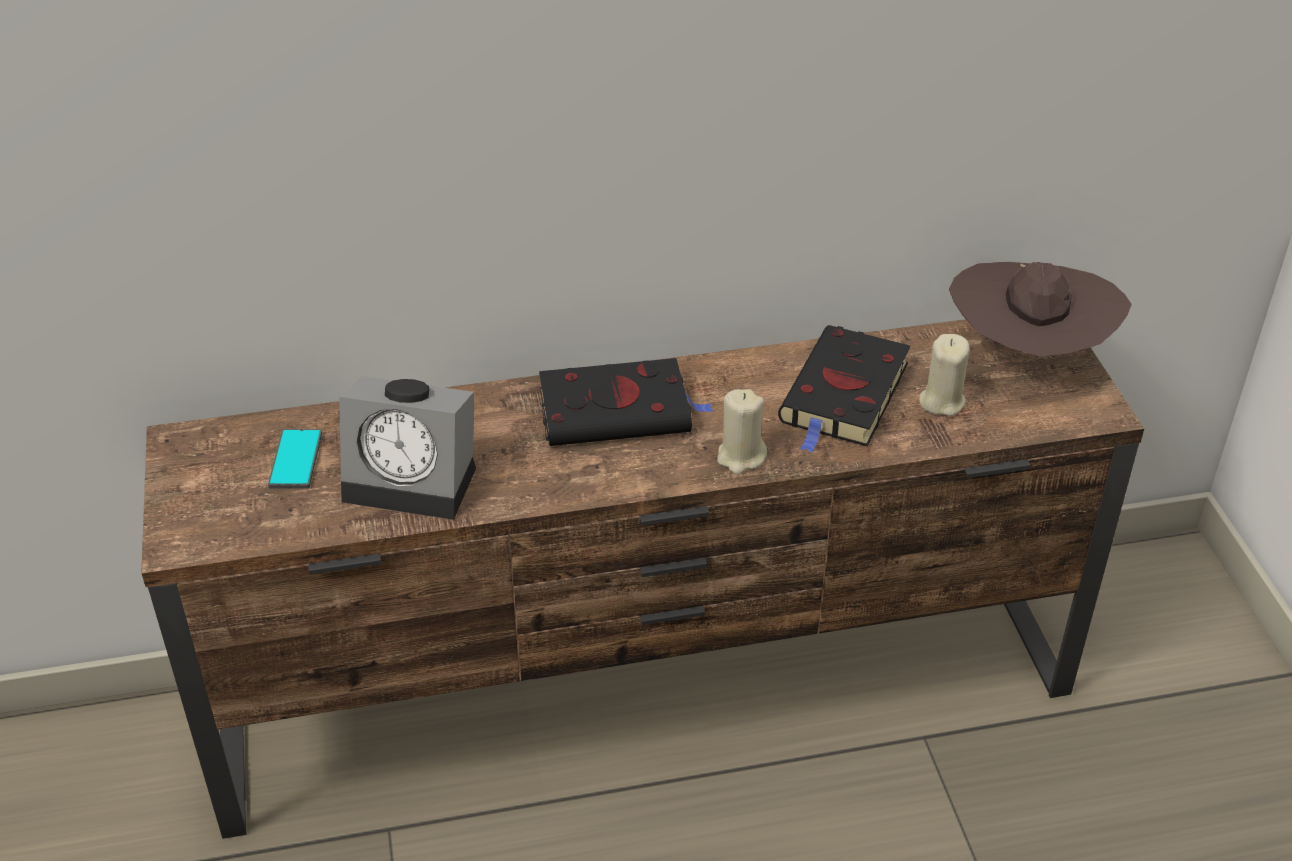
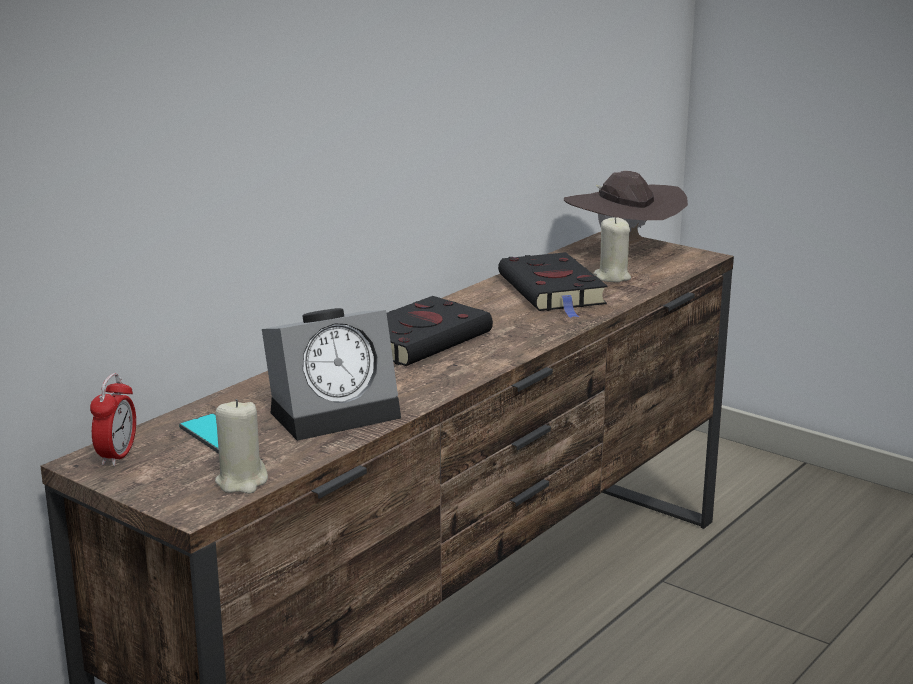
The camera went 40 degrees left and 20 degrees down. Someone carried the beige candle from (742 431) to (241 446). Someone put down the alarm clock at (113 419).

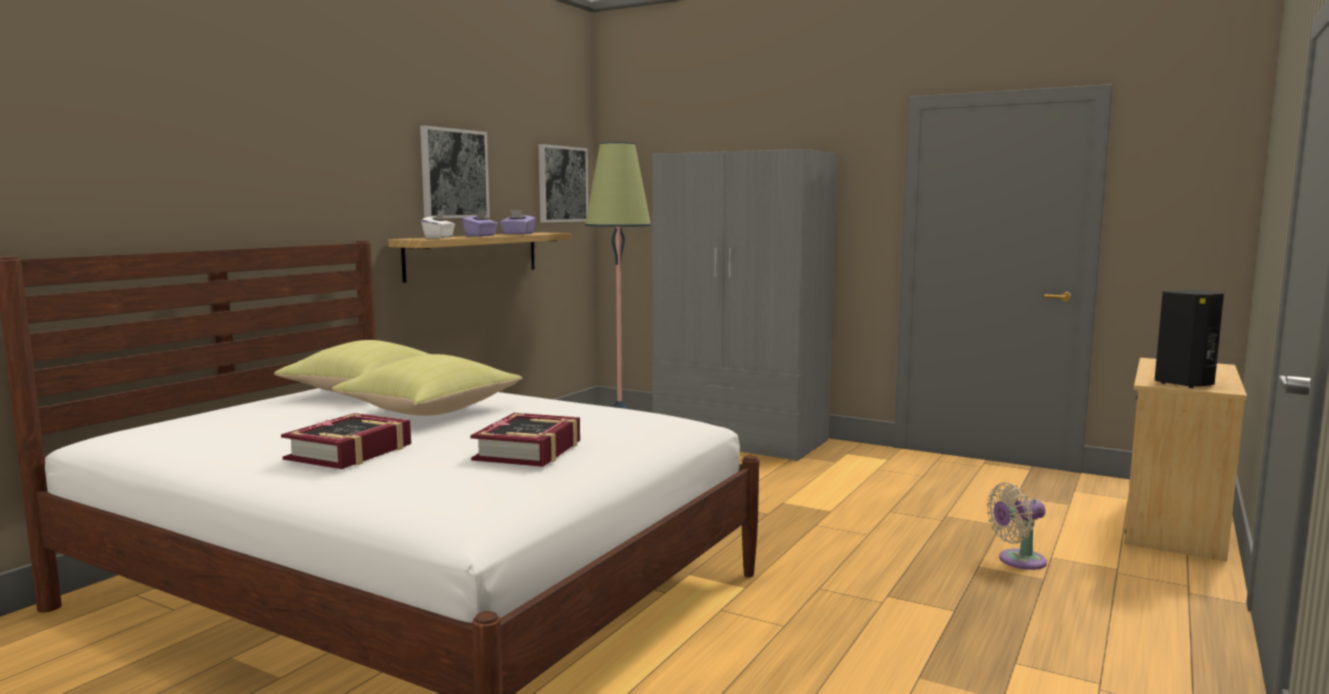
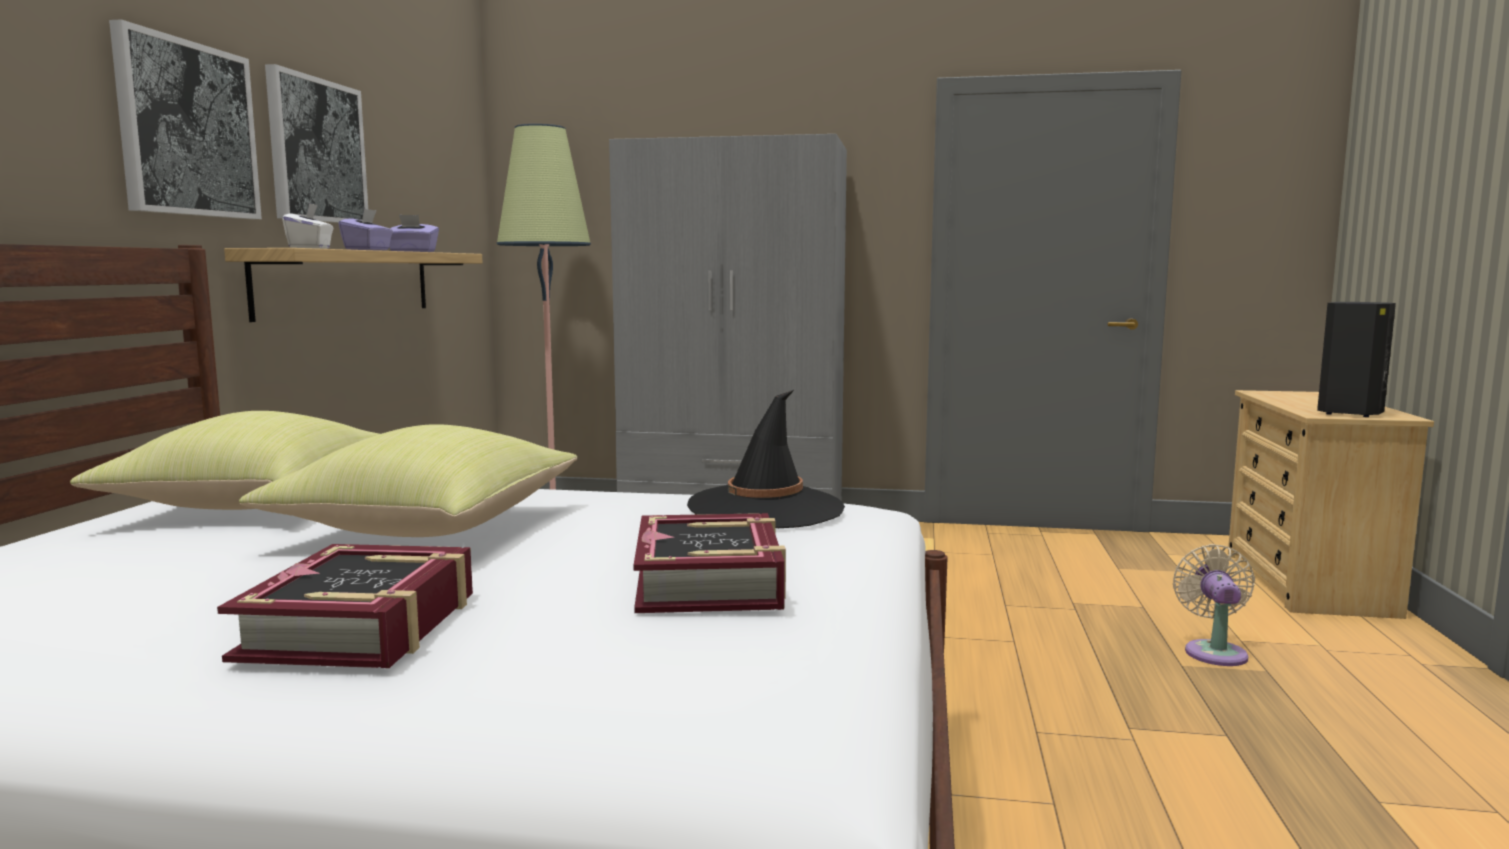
The camera went 20 degrees left and 0 degrees up. Someone carried the picture from (563 183) to (185 119). Someone rotated the beige fan at (1017 526) by 135 degrees clockwise. Someone put down the black hat at (766 459).

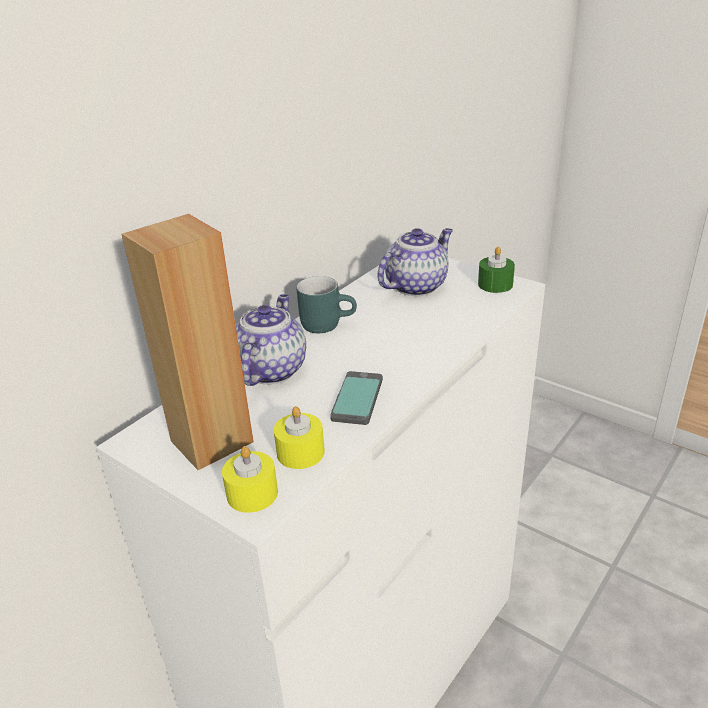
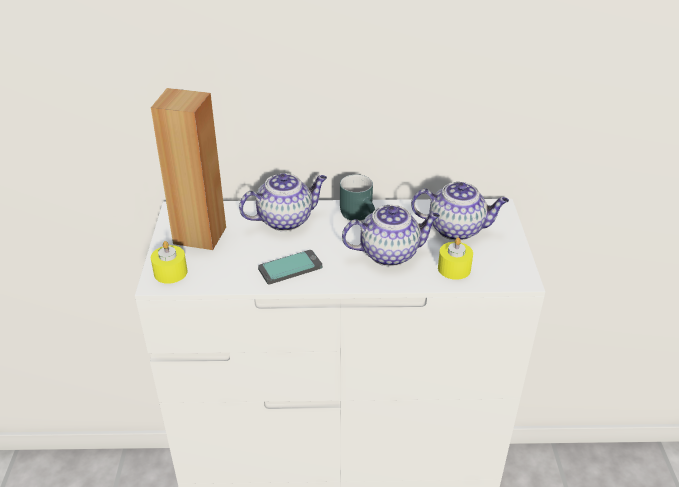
The camera went 50 degrees right and 5 degrees up. Someone took away the green candle at (496 269). Someone carried the yellow candle from (299 437) to (455 258). Someone put down the teapot at (391 235).

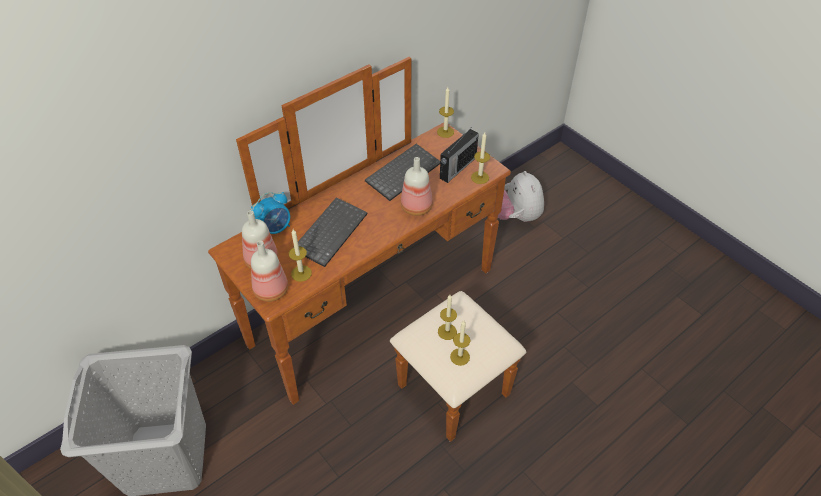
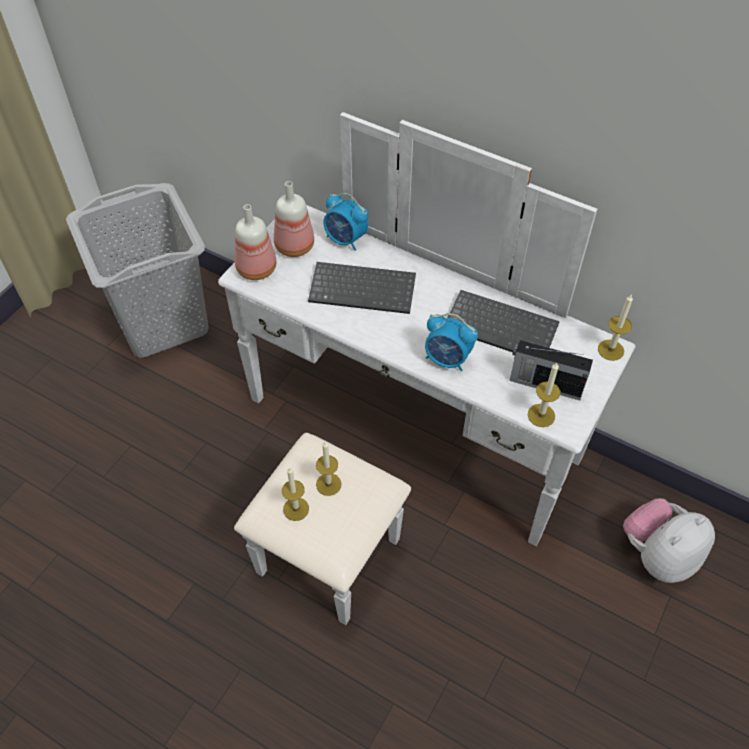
The camera went 70 degrees right and 5 degrees up. Someone repainted the brown dresser at (367 249), which became the white dresser at (426 368). Someone swapped the bottle at (417 186) for the alarm clock at (451 342). Someone took away the candle at (300 255).

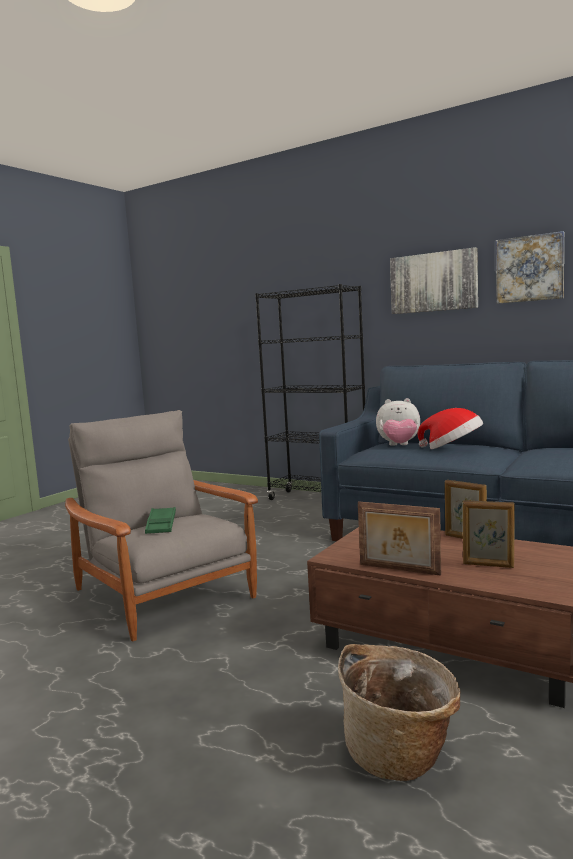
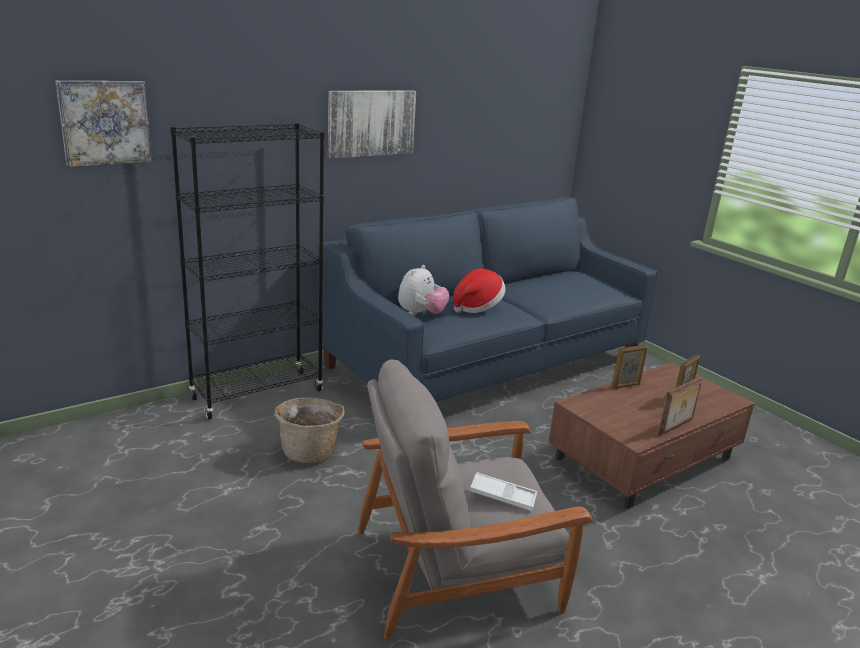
The camera went 70 degrees left and 15 degrees up. Someone carried the picture from (530 267) to (104 124). Someone repainted the green tray at (160 520), which became the white tray at (503 491). Someone carried the basket from (399 712) to (309 430).

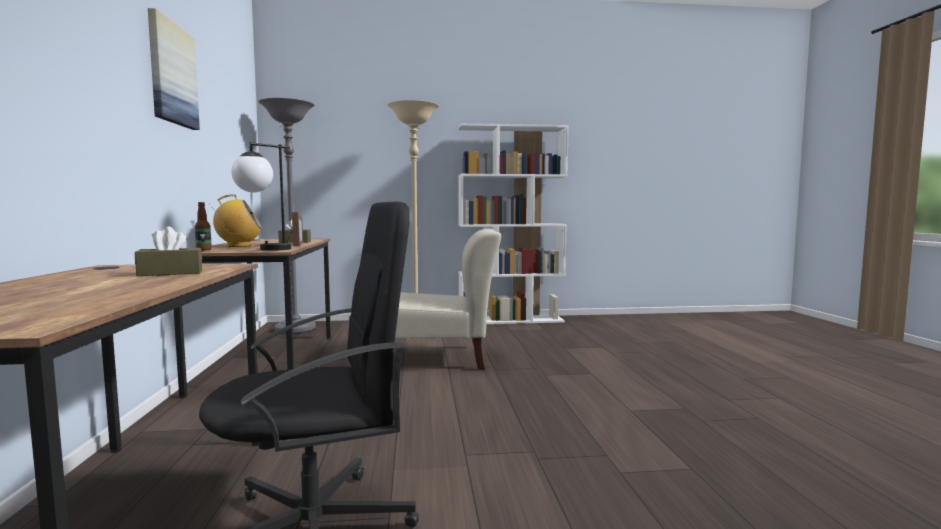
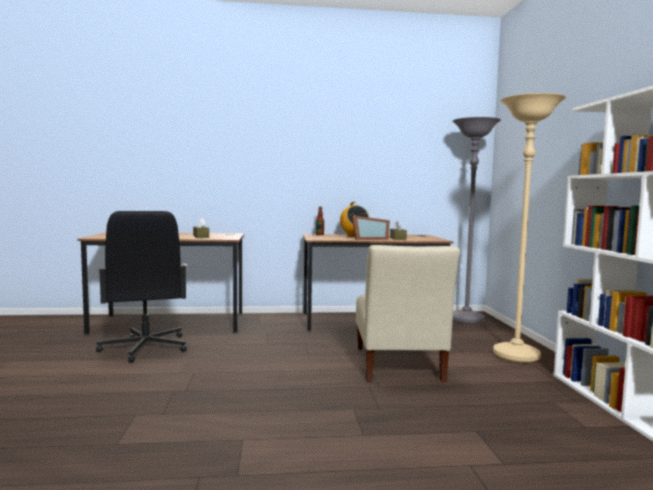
The camera went 90 degrees right and 0 degrees up. Someone took away the picture at (174 69). Someone took away the table lamp at (261 196).

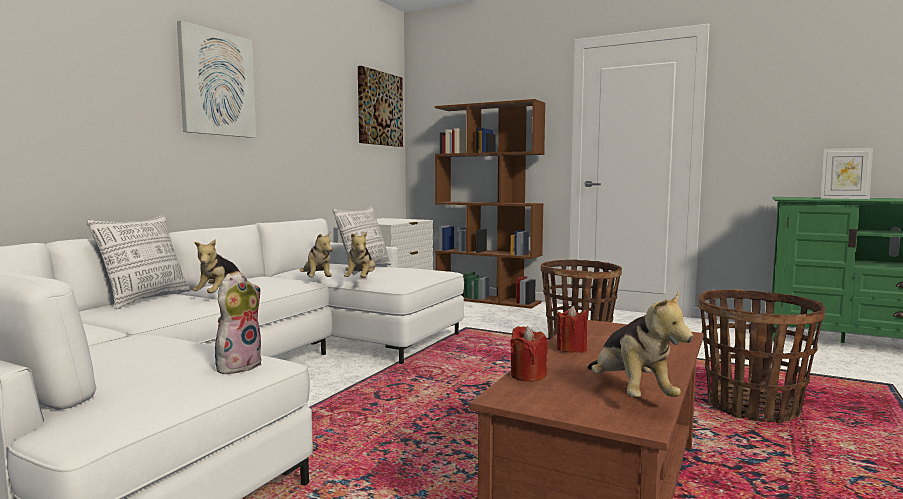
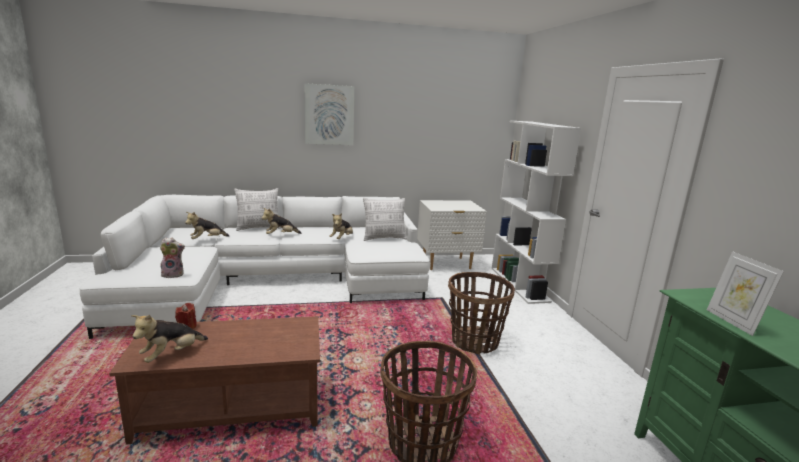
The camera went 50 degrees right and 10 degrees up. Someone took away the picture at (380 106). Someone repainted the brown bookcase at (490 204), which became the white bookcase at (536 212). Someone carried the plush toy from (359 254) to (207 225). Someone took away the red candle at (572 329).

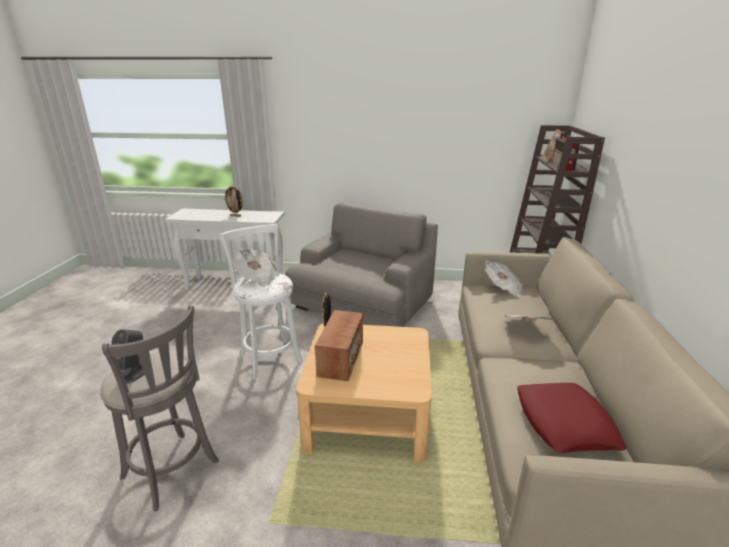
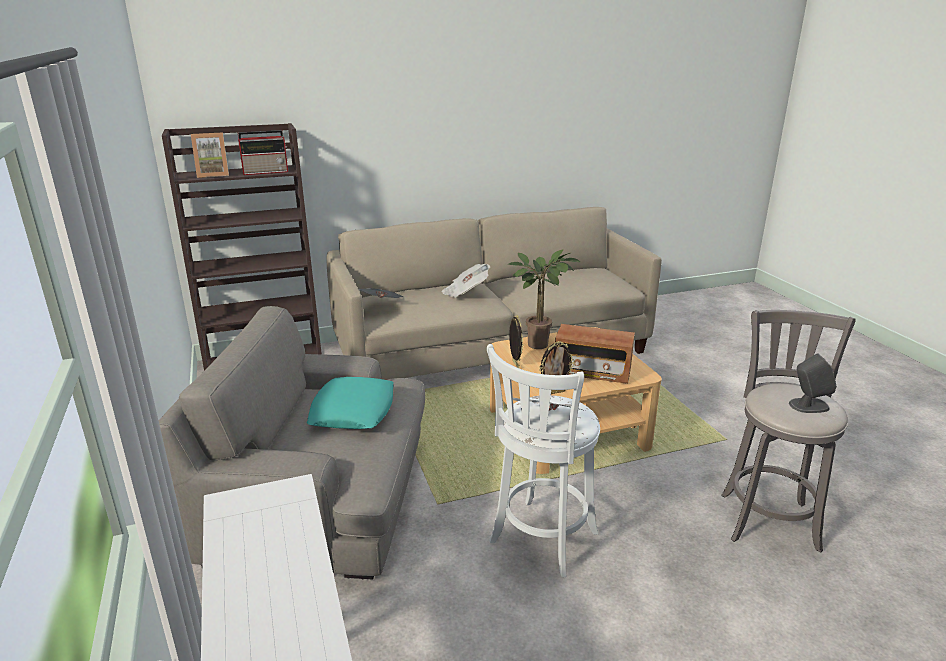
The camera went 115 degrees left and 0 degrees up. Someone carried the picture frame from (233 201) to (516 342). Someone rotated the radio at (339 345) by 150 degrees counterclockwise. Someone took away the red pillow at (571 418). Someone put down the potted plant at (544 299). Someone put down the turquoise pillow at (350 403).

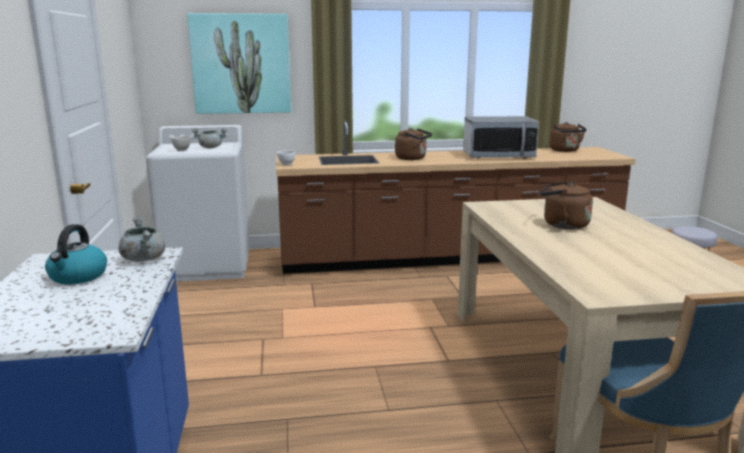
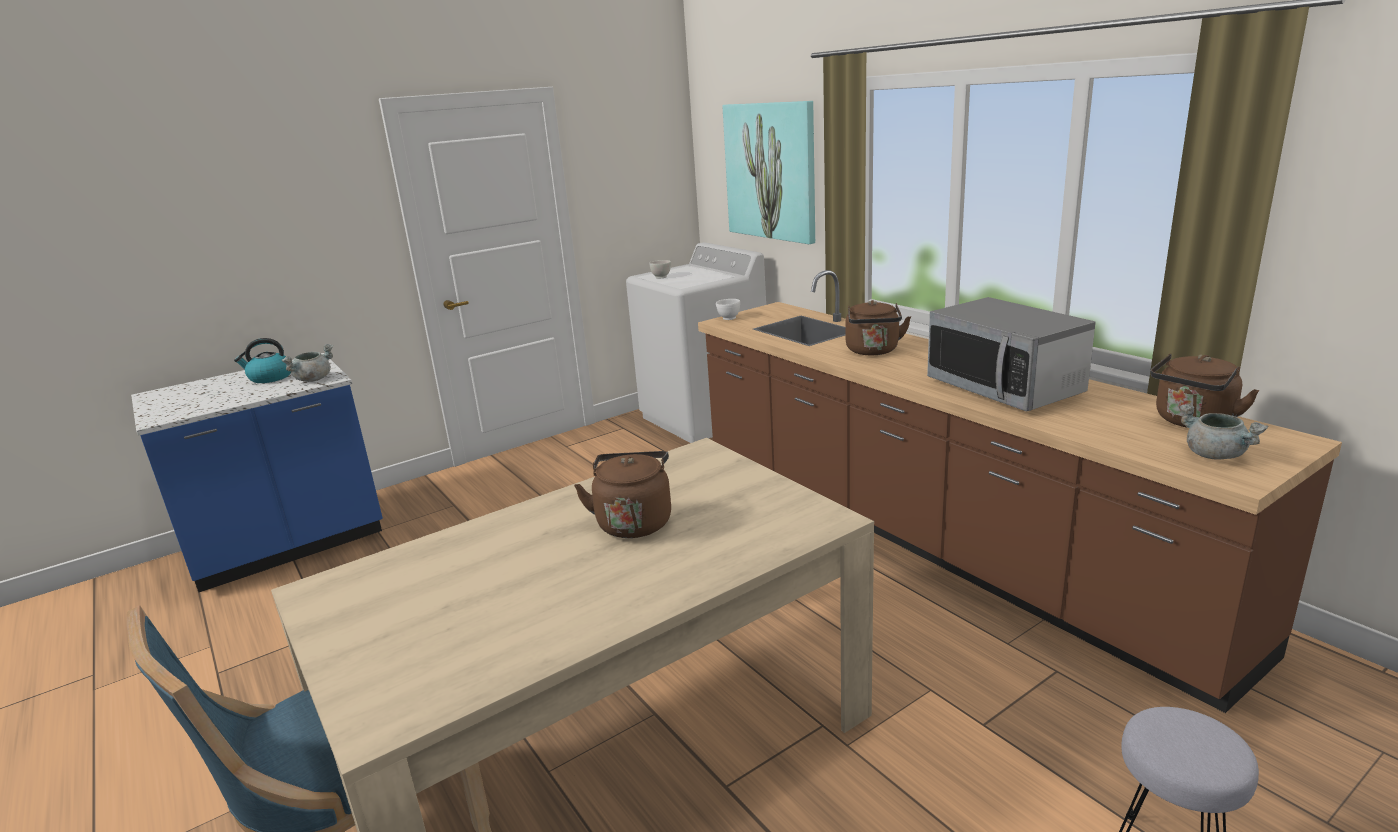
The camera went 65 degrees right and 5 degrees up. Someone carried the grey cooking pot from (209 138) to (1223 432).

